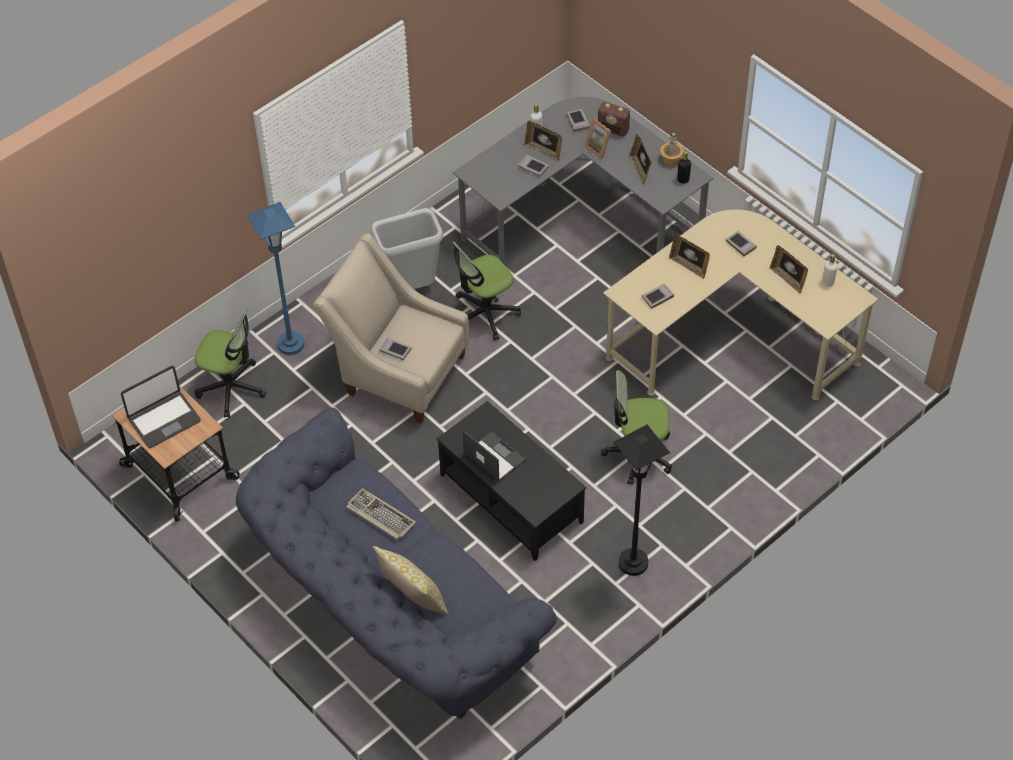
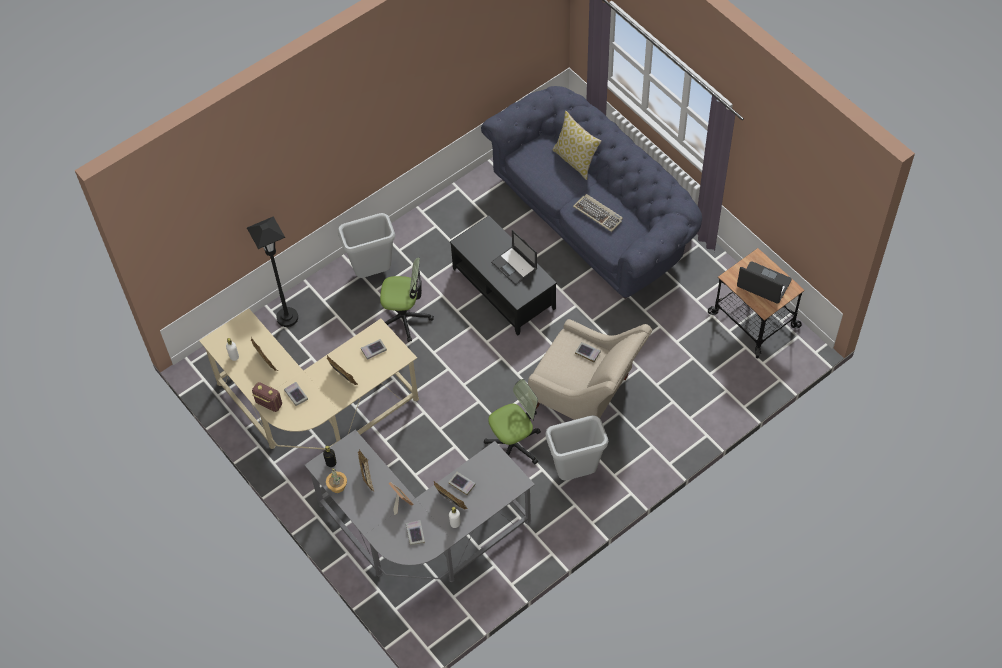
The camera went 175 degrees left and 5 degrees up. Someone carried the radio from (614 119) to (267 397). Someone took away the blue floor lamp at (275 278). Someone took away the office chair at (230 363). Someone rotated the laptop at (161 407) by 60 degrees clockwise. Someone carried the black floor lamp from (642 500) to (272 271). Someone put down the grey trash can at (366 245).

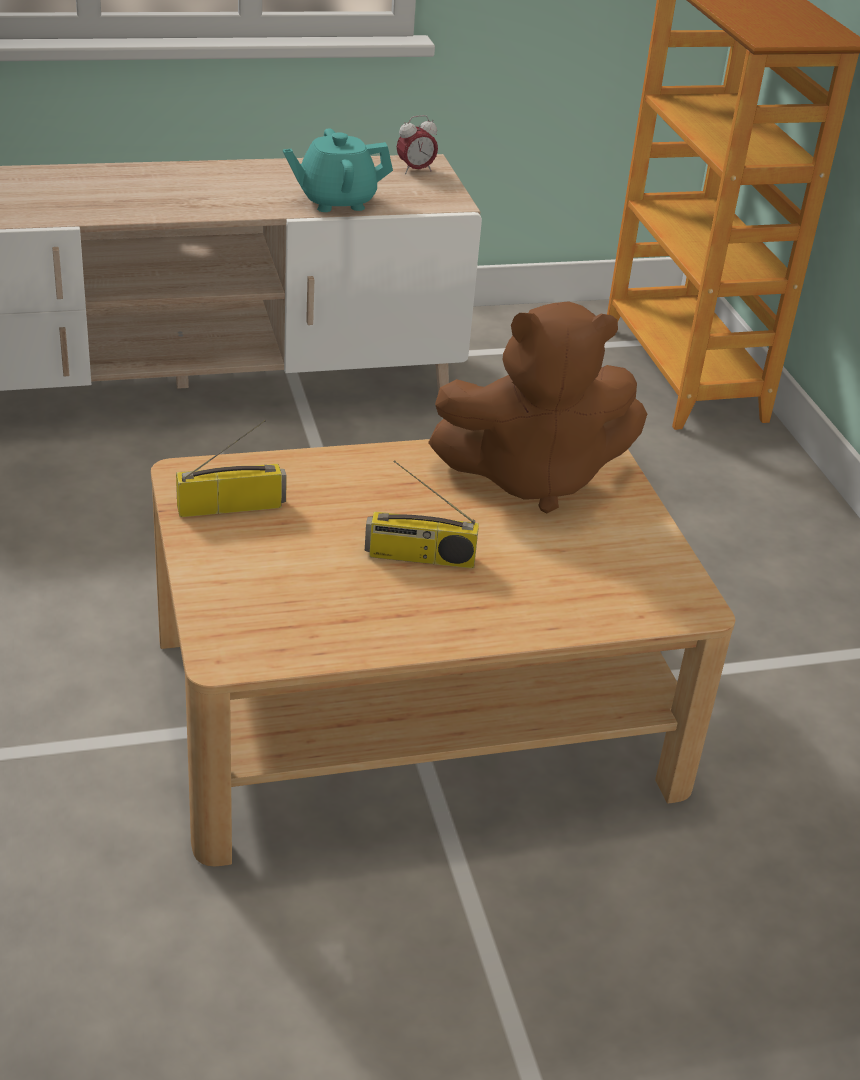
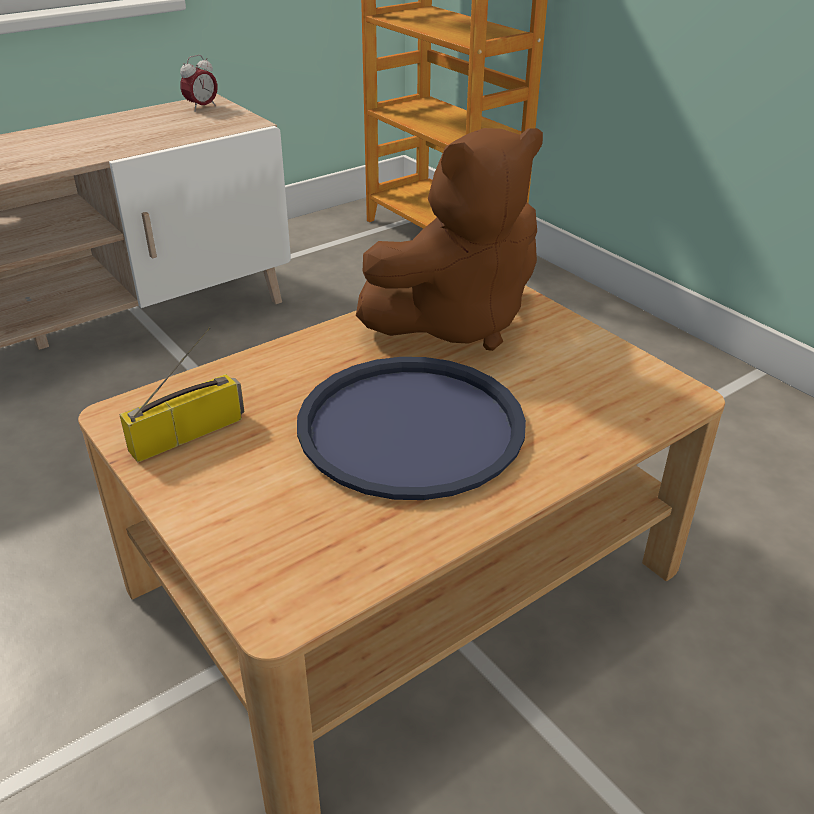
The camera went 20 degrees left and 0 degrees up. Someone took away the turquoise teapot at (338 170). Someone swapped the radio at (422 514) for the blue tray at (411 428).

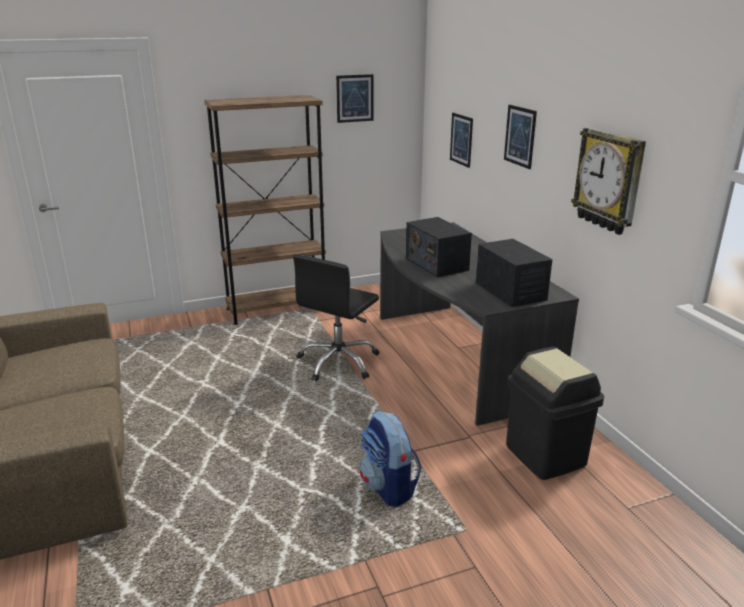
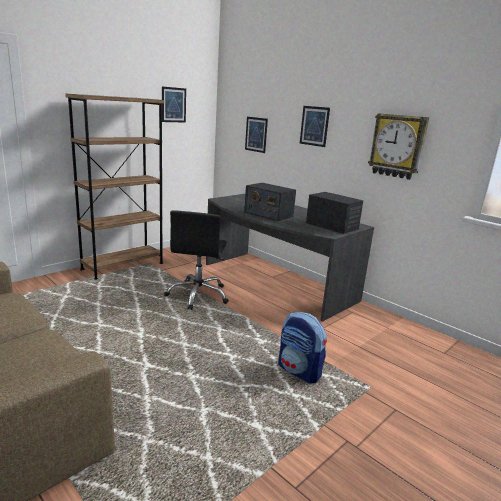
The camera went 25 degrees left and 5 degrees down. Someone took away the black trash can at (555 413).

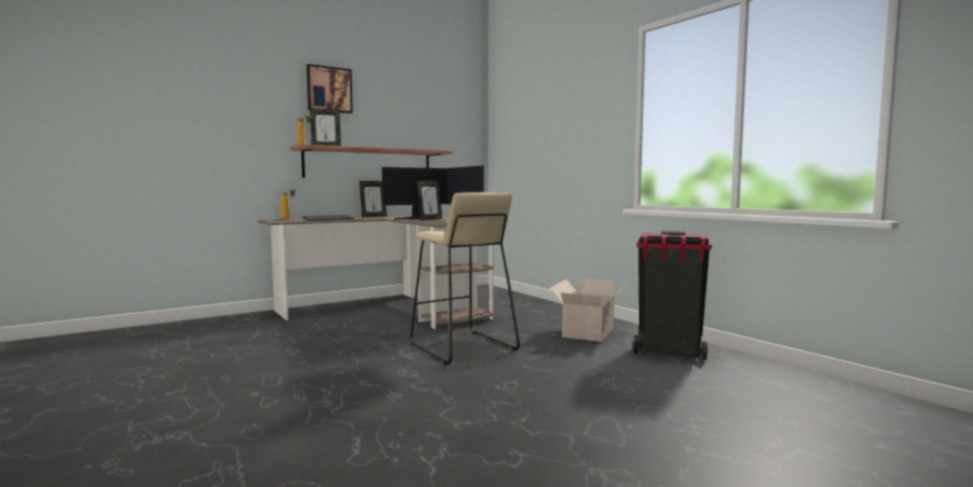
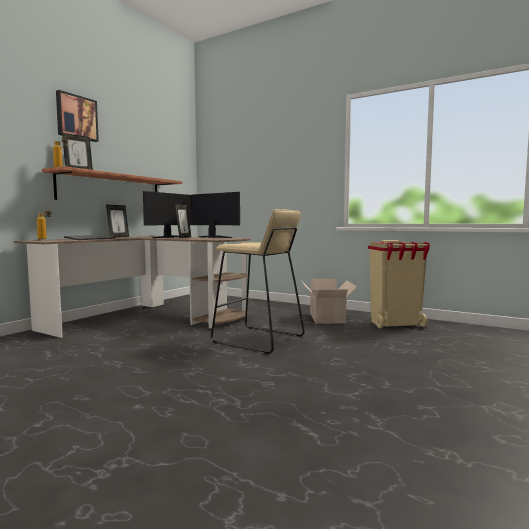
The camera went 25 degrees left and 0 degrees up. Someone repainted the black trash can at (672 295), which became the beige trash can at (399 284).

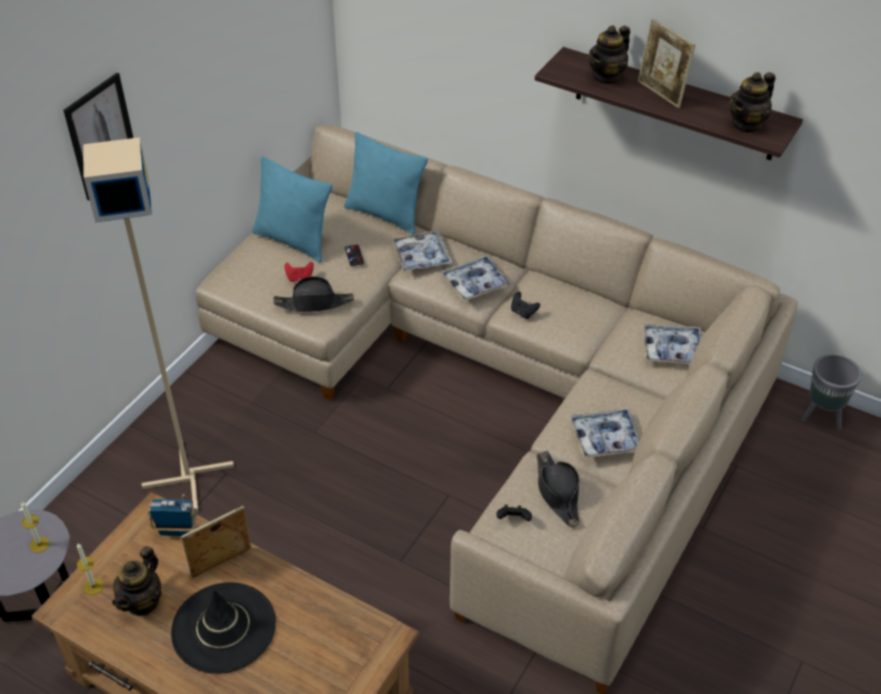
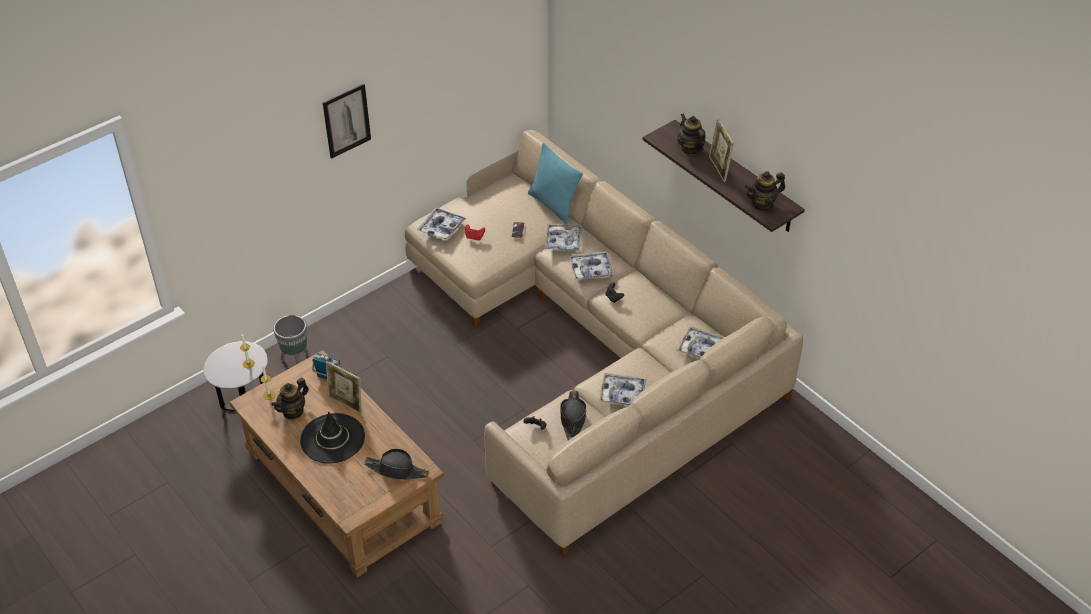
The camera went 20 degrees right and 0 degrees up. Someone rotated the teapot at (609 55) by 90 degrees clockwise. Someone took away the beige floor lamp at (158 324). Someone took away the turquoise pillow at (292 209). Someone carried the black hat from (313 294) to (396 464). Someone carried the grey planter from (831 392) to (290 339). Someone rotated the picture frame at (215 542) by 135 degrees counterclockwise. Someone put down the tray at (441 224).

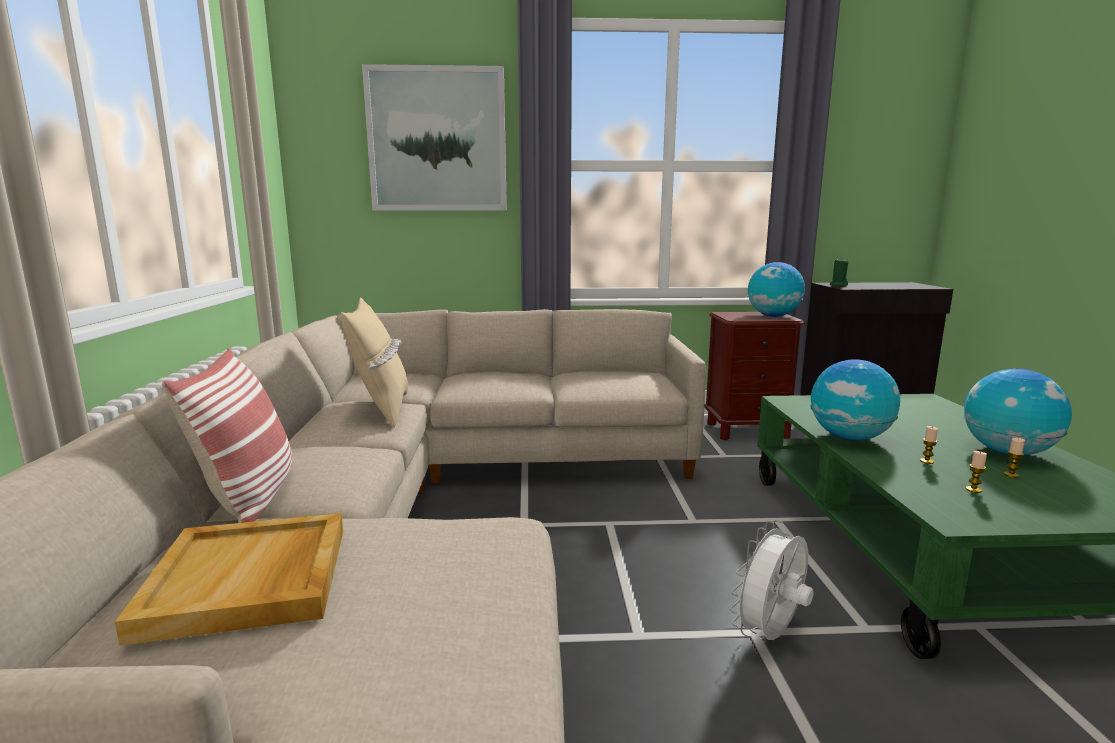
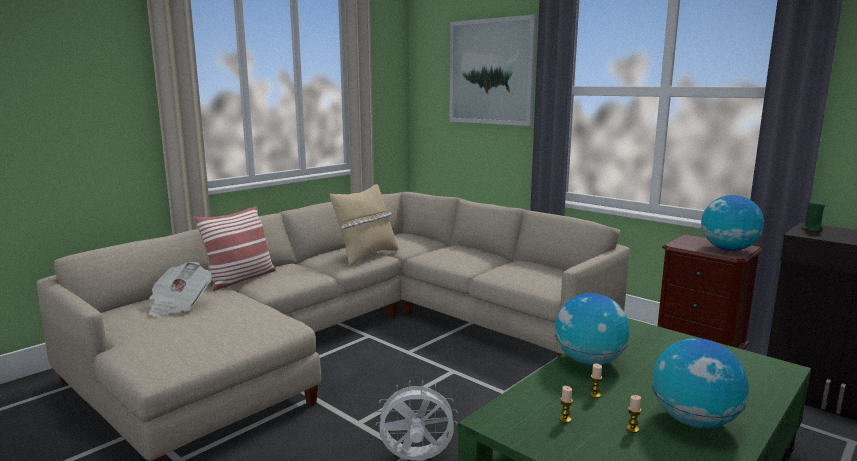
The camera went 45 degrees right and 0 degrees up. Someone swapped the beige tray at (229 579) for the newspaper at (180 289).

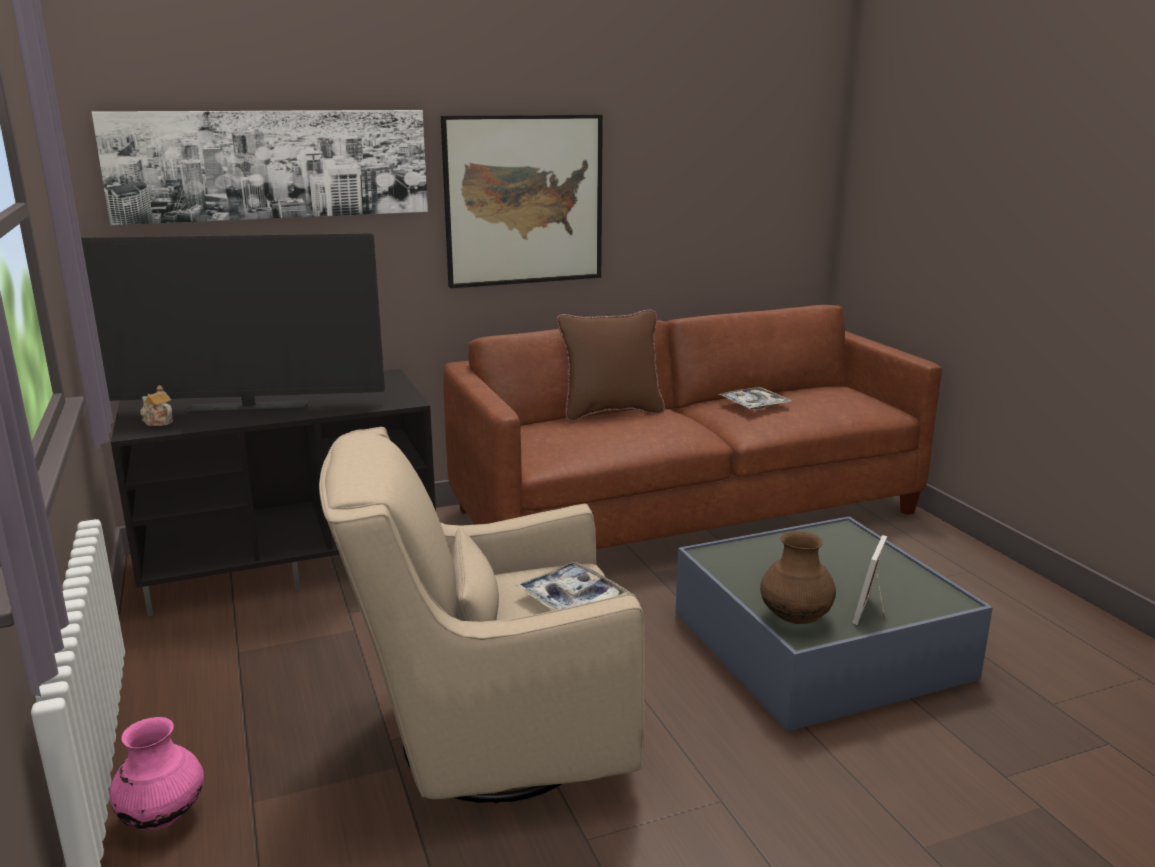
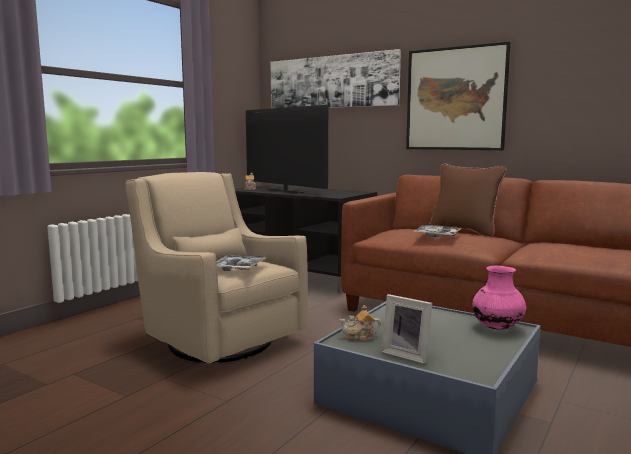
The camera went 55 degrees right and 10 degrees down. Someone carried the tray from (755 398) to (438 231). Someone swapped the brown vase at (798 577) for the teapot at (360 323). Someone rotated the picture frame at (869 580) by 135 degrees counterclockwise. Someone carried the pink vase from (156 774) to (499 298).

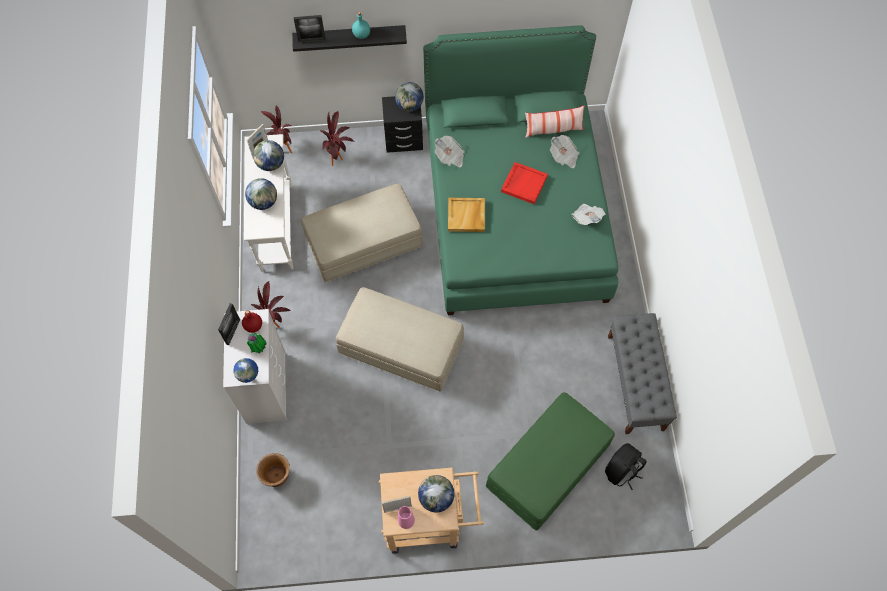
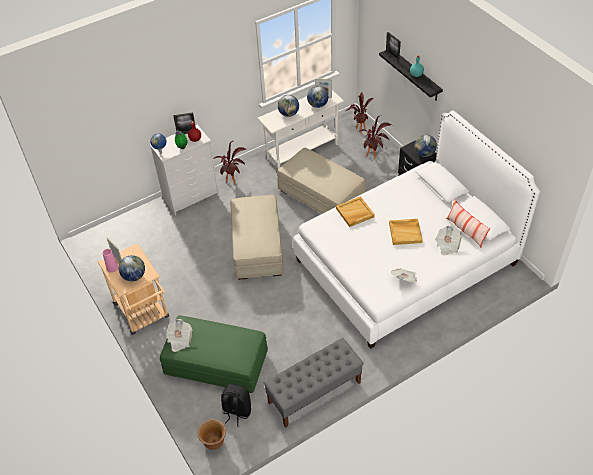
The camera went 65 degrees right and 15 degrees down. Someone repainted the green bed at (520 170), which became the white bed at (416 229). Someone carried the newspaper from (450 151) to (178 335). Someone repainted the red tray at (524 183), which became the beige tray at (406 232). Someone carried the brown planter from (273 470) to (212 434).

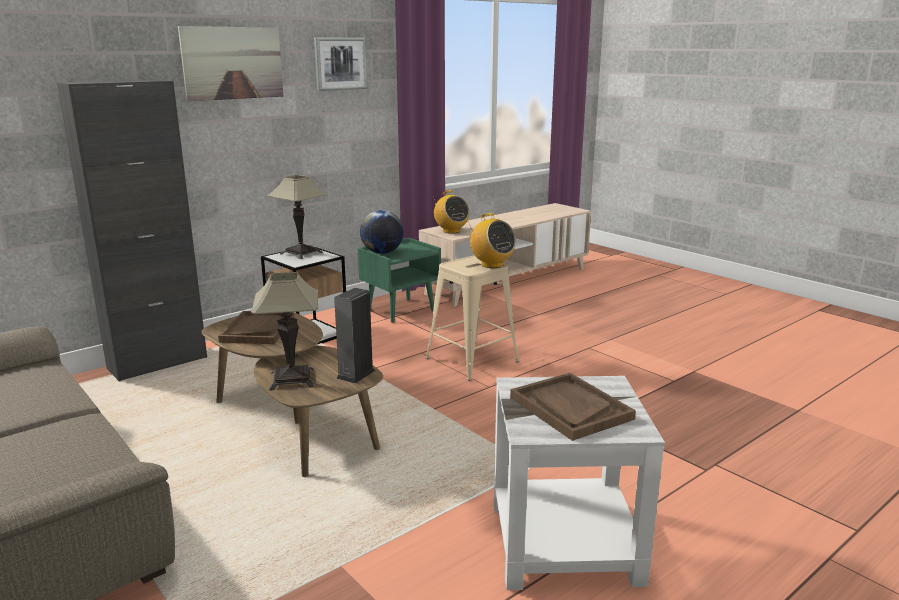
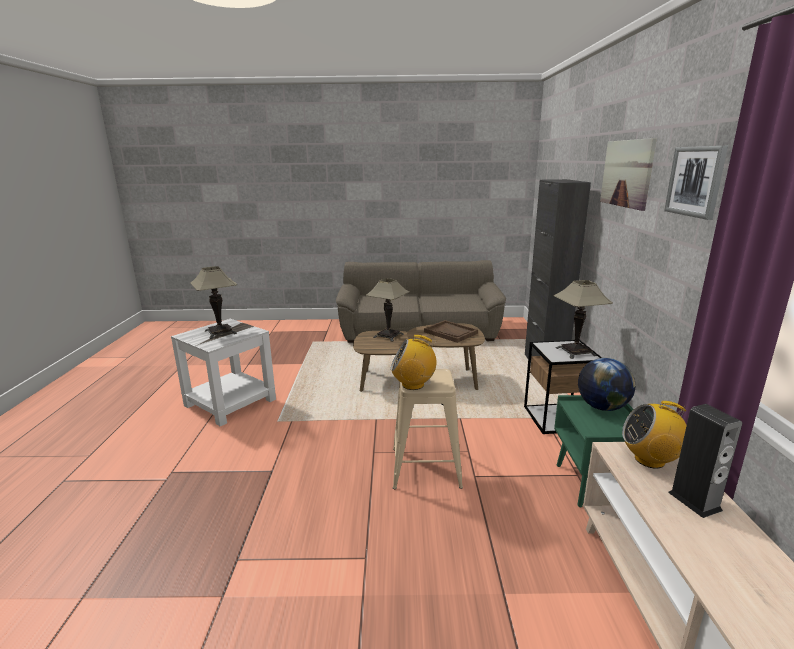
The camera went 130 degrees right and 0 degrees up. Someone carried the speaker from (354 336) to (705 461). Someone swapped the brown tray at (573 407) for the table lamp at (213 302).

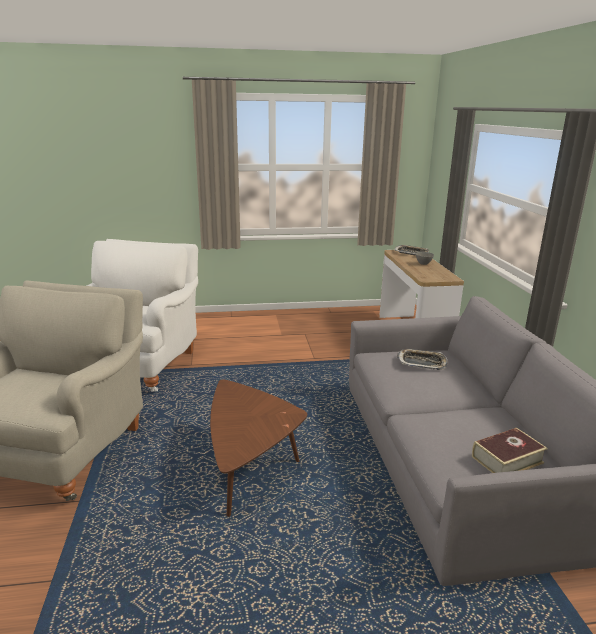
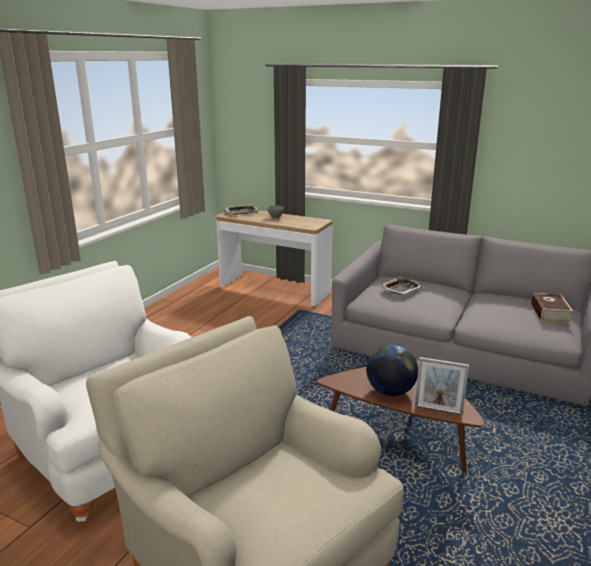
The camera went 55 degrees left and 0 degrees up. Someone put down the globe at (392 370). Someone put down the picture frame at (442 386).

